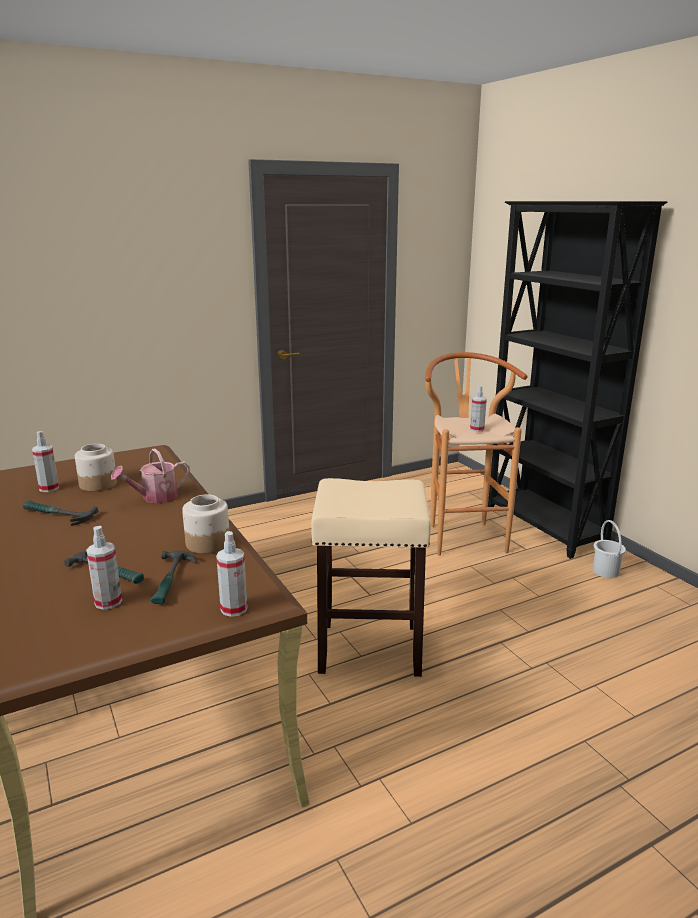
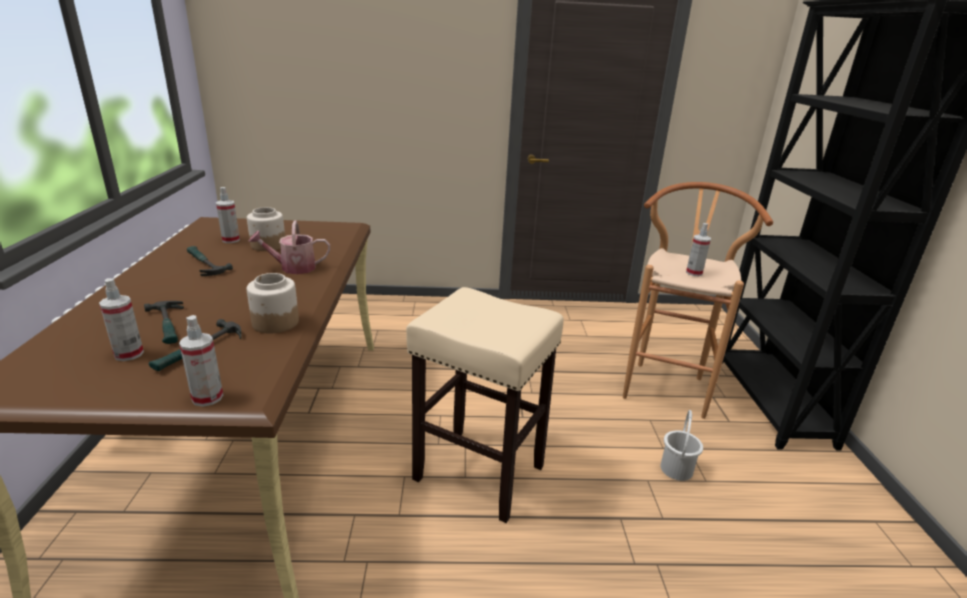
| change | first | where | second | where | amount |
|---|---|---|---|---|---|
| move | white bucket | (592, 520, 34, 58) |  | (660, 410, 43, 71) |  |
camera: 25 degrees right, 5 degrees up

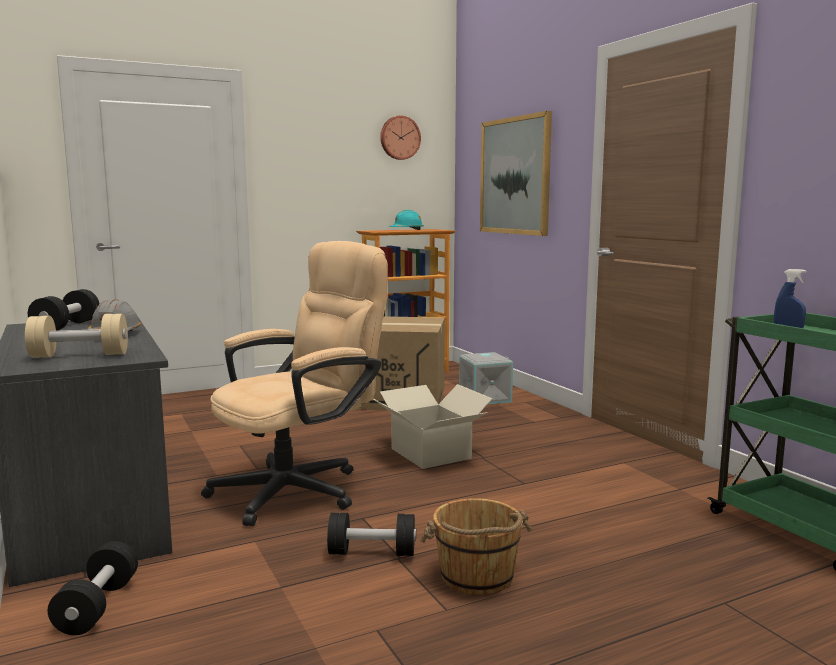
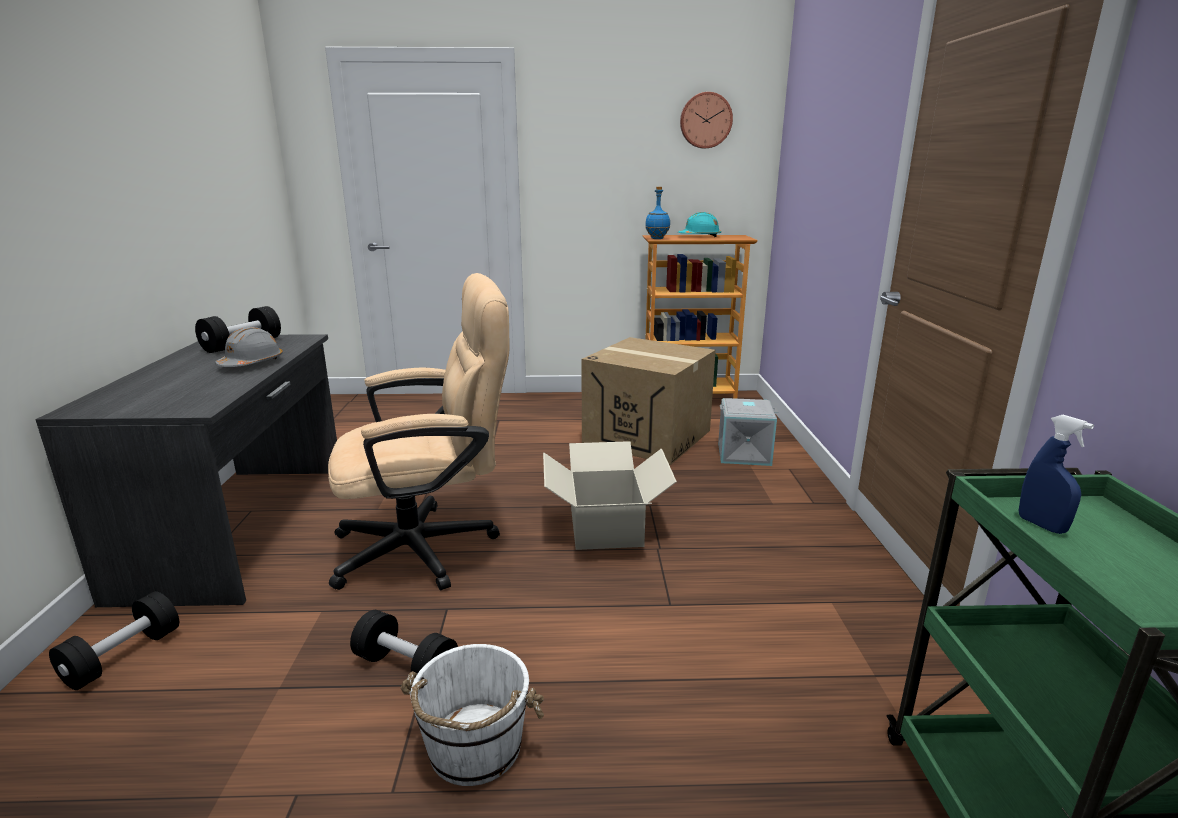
| change | first | where | second | where | amount |
|---|---|---|---|---|---|
| delete | picture | (480, 111, 72, 125) |  |  |  |
| delete | beige dumbbell | (25, 314, 103, 44) |  |  |  |
| recolor | brown bucket | (420, 498, 112, 97) | white bucket | (400, 644, 144, 142) |  |
| insert |  |  | blue bottle | (645, 187, 25, 52) |  |
camera: 25 degrees right, 10 degrees up

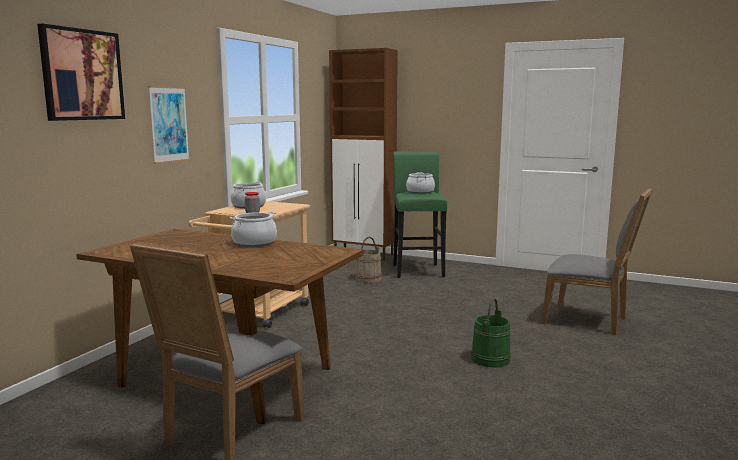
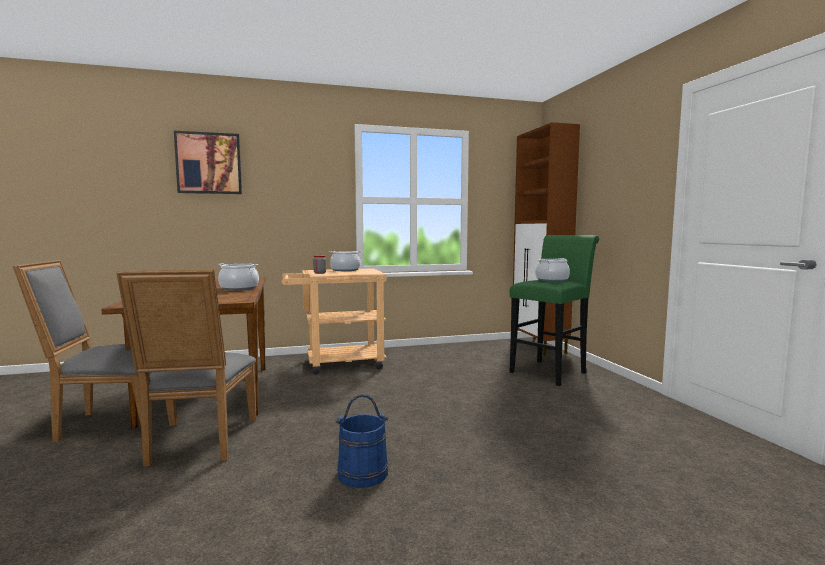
| change | first | where | second | where | amount |
|---|---|---|---|---|---|
| delete | picture | (148, 86, 42, 78) |  |  |  |
| move | grey chair | (541, 188, 111, 147) |  | (116, 270, 140, 197) |  |
| delete | beige bucket | (355, 237, 27, 46) |  |  |  |
| recolor | green bucket | (471, 298, 40, 70) | blue bucket | (335, 394, 54, 94) |  |
camera: 50 degrees right, 5 degrees down

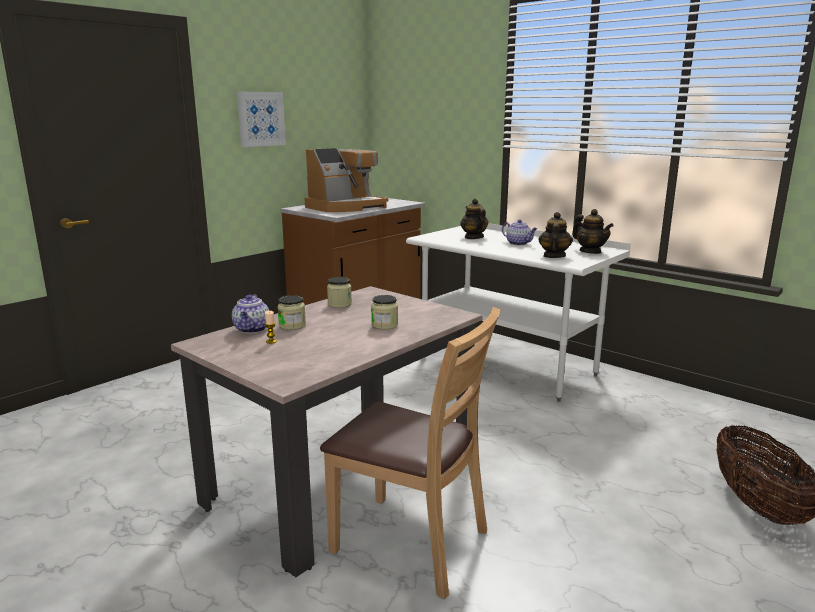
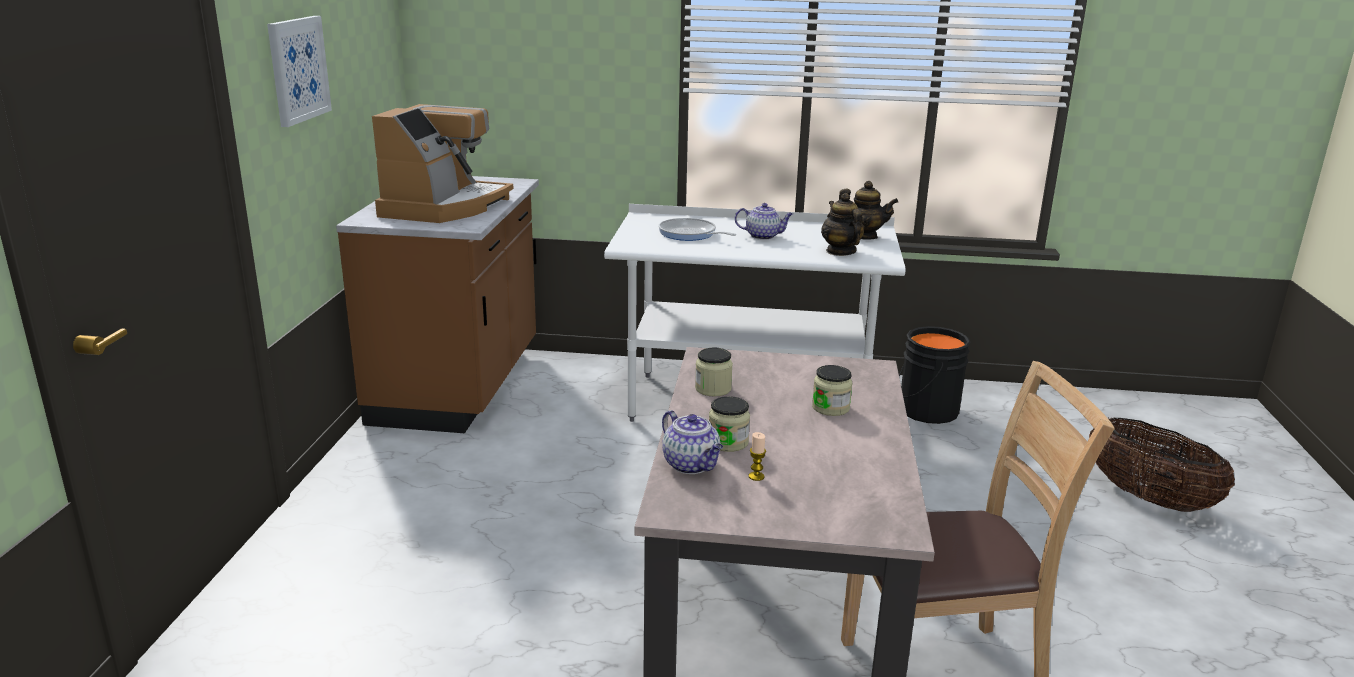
| change | first | where | second | where | amount |
|---|---|---|---|---|---|
| replace | teapot | (460, 199, 28, 40) | frying pan | (658, 218, 78, 23) |  |
| insert |  |  | black bucket | (899, 326, 71, 98) |  |
camera: 35 degrees left, 5 degrees up

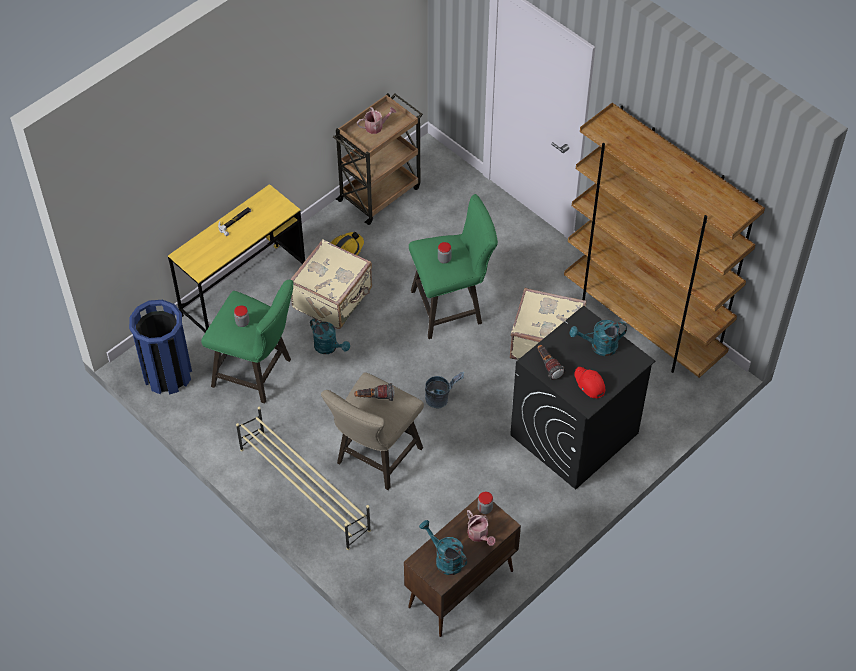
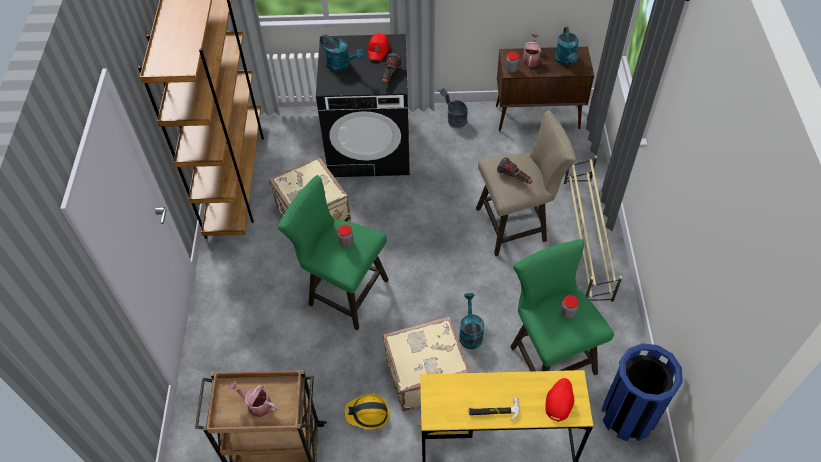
| change | first | where | second | where | amount |
|---|---|---|---|---|---|
| move | grey bucket | (425, 372, 40, 36) |  | (438, 87, 30, 41) |  |
| insert |  |  | red cap | (545, 378, 29, 44) |  |
camera: 135 degrees left, 0 degrees up

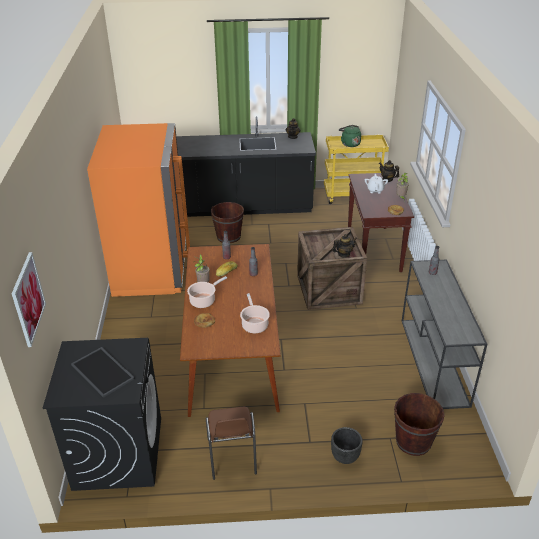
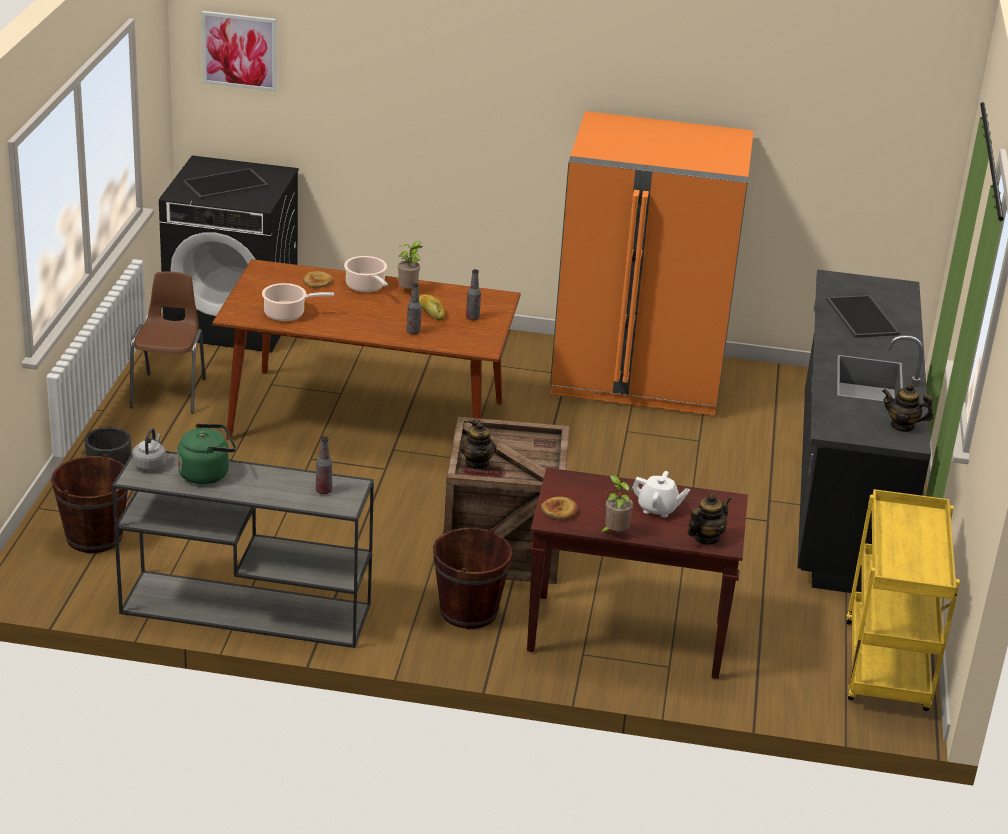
| change | first | where | second | where | amount |
|---|---|---|---|---|---|
| move | green kettle | (339, 125, 22, 22) |  | (177, 424, 59, 60) |  |
| move | brown bucket | (211, 202, 33, 41) |  | (433, 528, 80, 101) |  |
| rotate | brown chair | (206, 407, 51, 73) |  | (130, 271, 76, 143) | 90 degrees clockwise |
| insert |  |  | tray | (826, 295, 74, 43) |  |
| insert |  |  | grey kettle | (132, 428, 34, 43) |  |
camera: 100 degrees right, 5 degrees down

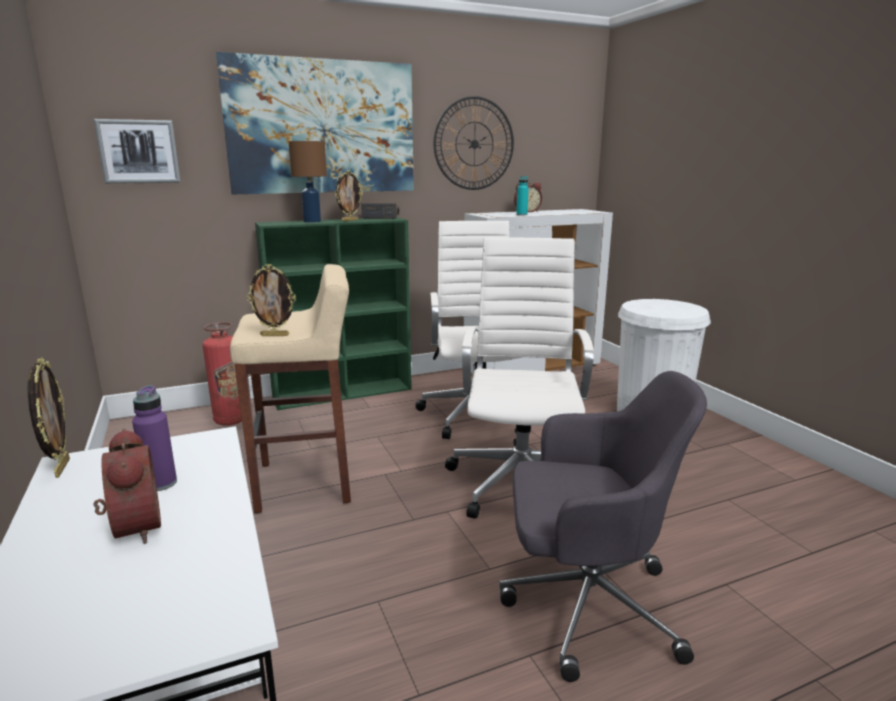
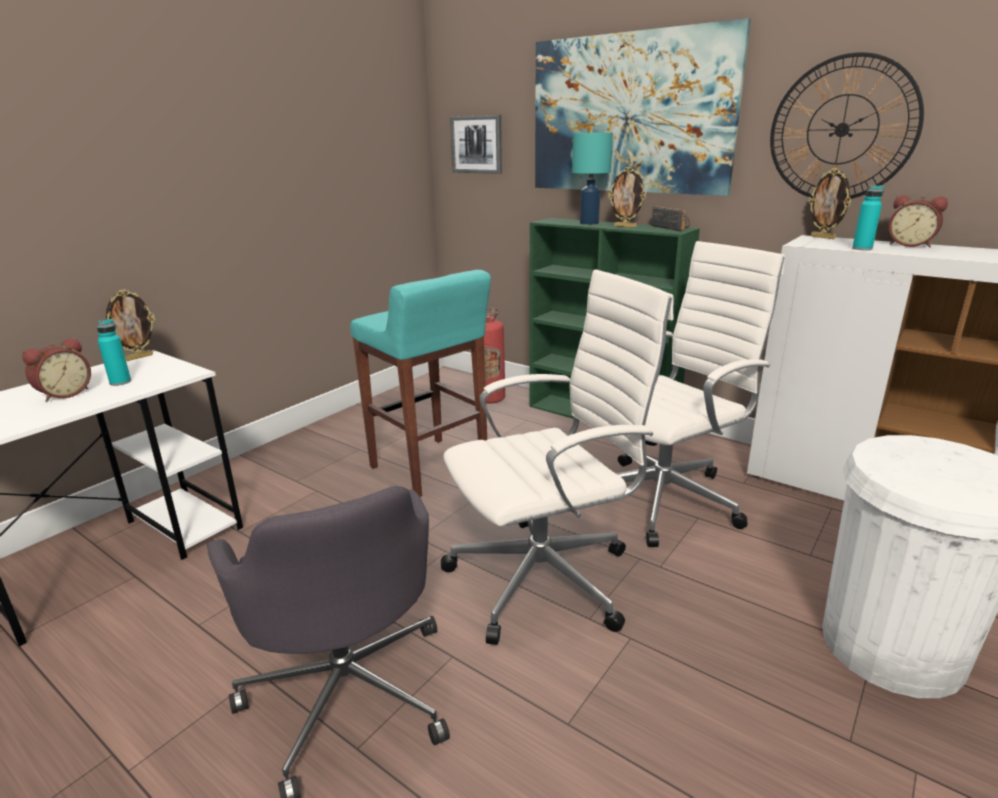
| change | first | where | second | where | amount |
|---|---|---|---|---|---|
| recolor | brown table lamp | (288, 141, 39, 82) | turquoise table lamp | (572, 133, 41, 92) |  |
| recolor | beige stool | (230, 264, 121, 250) | turquoise stool | (350, 270, 141, 227) |  |
| move | picture frame | (247, 264, 49, 72) |  | (809, 168, 42, 71) |  |
| recolor | purple bottle | (132, 385, 45, 106) | turquoise bottle | (97, 319, 34, 67) |  |
camera: 60 degrees right, 5 degrees up

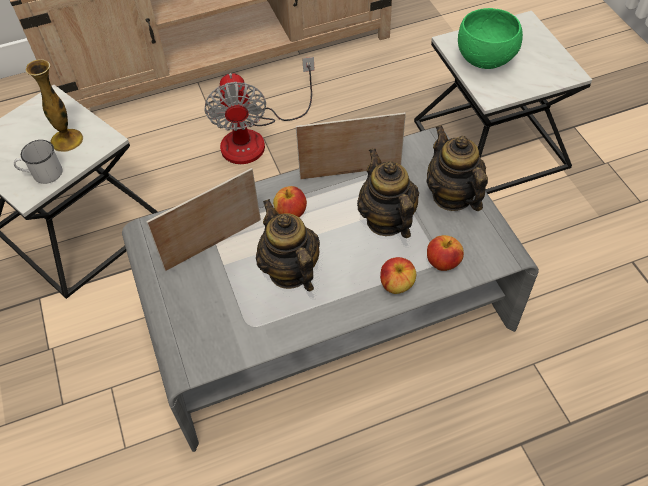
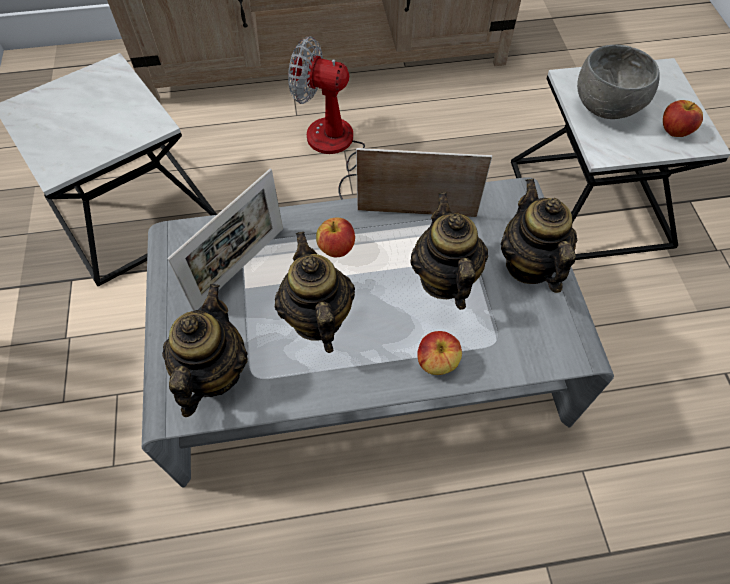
| change | first | where | second | where | amount |
|---|---|---|---|---|---|
| recolor | green bowl | (458, 8, 65, 61) | grey bowl | (577, 45, 83, 74) |  |
| rotate | fan | (204, 57, 111, 107) |  | (288, 36, 77, 164) | 105 degrees clockwise |
| delete | vase | (26, 59, 57, 93) |  |  |  |
| delete | white mug | (14, 140, 49, 44) |  |  |  |
| rotate | picture frame | (146, 168, 115, 103) |  | (167, 169, 116, 142) | 150 degrees clockwise |
| move | apple | (427, 235, 37, 36) |  | (663, 100, 40, 37) |  |
| insert |  |  | teapot | (162, 284, 86, 133) |  |
camera: 10 degrees right, 5 degrees up

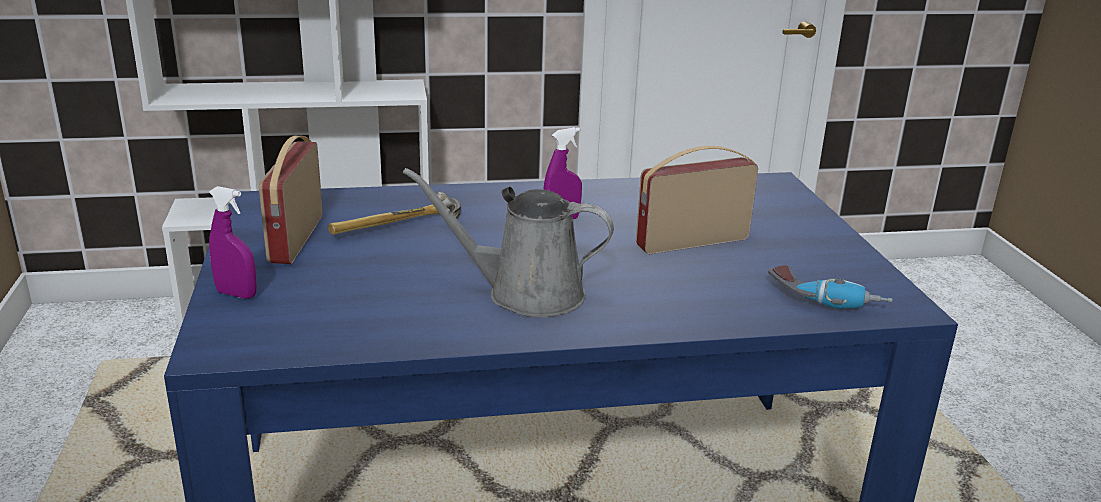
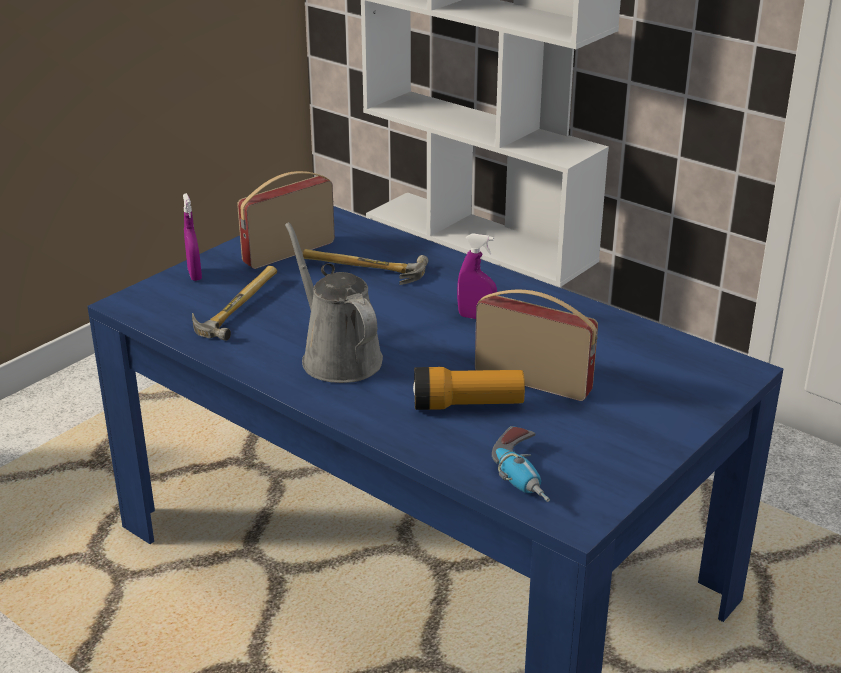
| change | first | where | second | where | amount |
|---|---|---|---|---|---|
| insert |  |  | hammer | (192, 266, 85, 75) |  |
| insert |  |  | flashlight | (413, 367, 112, 43) |  |
camera: 50 degrees right, 5 degrees up

